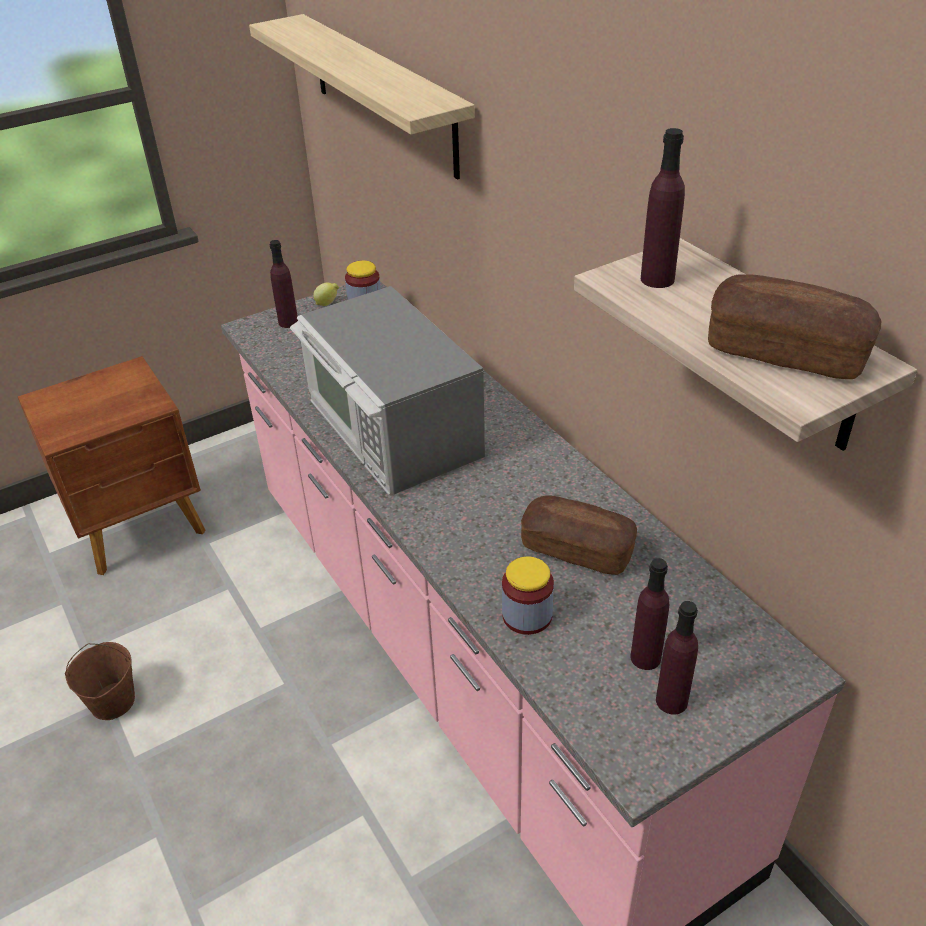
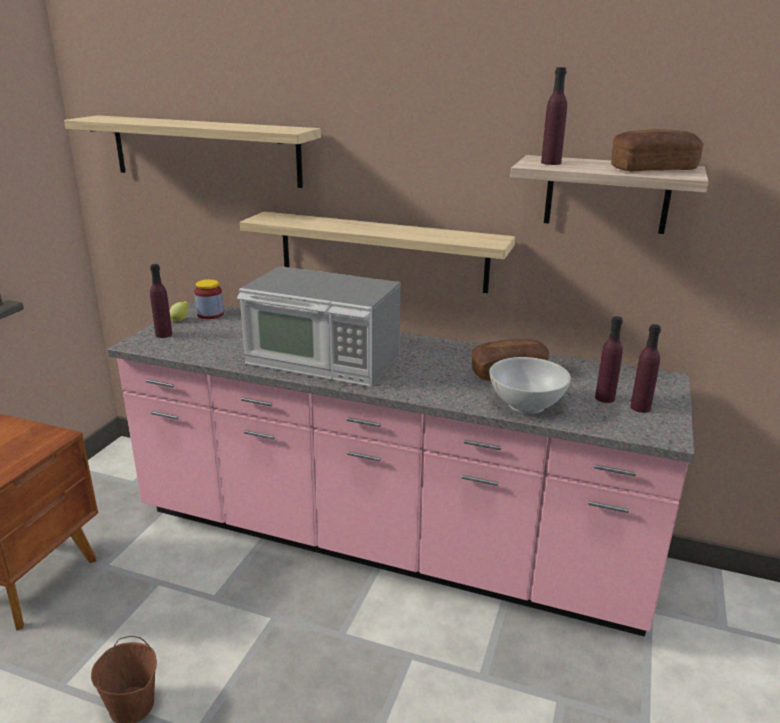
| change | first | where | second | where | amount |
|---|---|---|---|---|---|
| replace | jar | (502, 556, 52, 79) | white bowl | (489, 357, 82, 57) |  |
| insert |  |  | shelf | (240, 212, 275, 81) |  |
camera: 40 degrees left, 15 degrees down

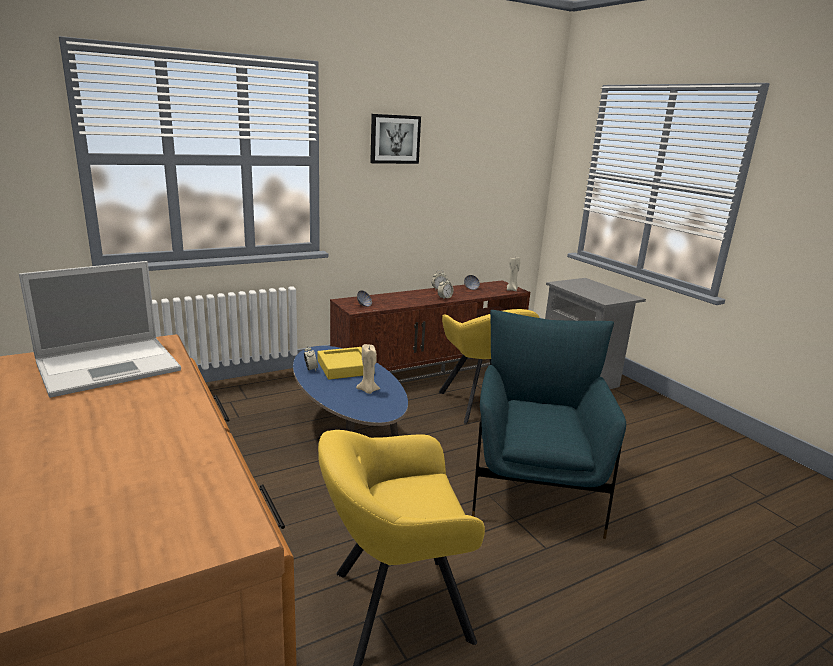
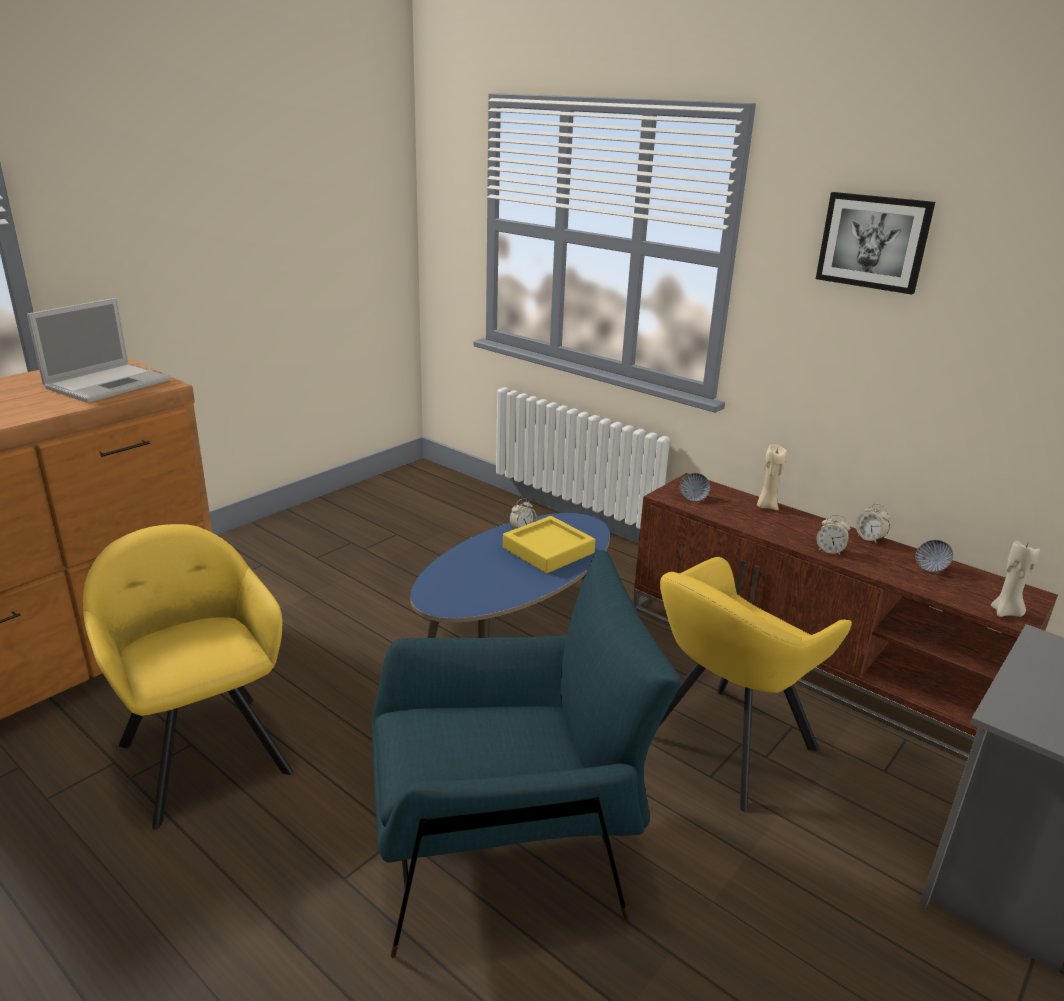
| change | first | where | second | where | amount |
|---|---|---|---|---|---|
| rotate | laptop | (19, 261, 162, 137) |  | (27, 298, 144, 105) | 90 degrees counterclockwise |
| move | beige candle | (356, 344, 24, 50) |  | (757, 444, 30, 66) |  |
camera: 70 degrees right, 5 degrees up

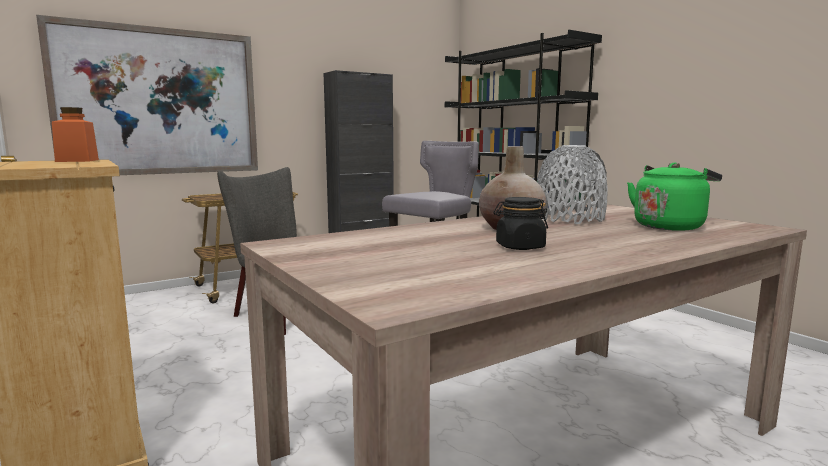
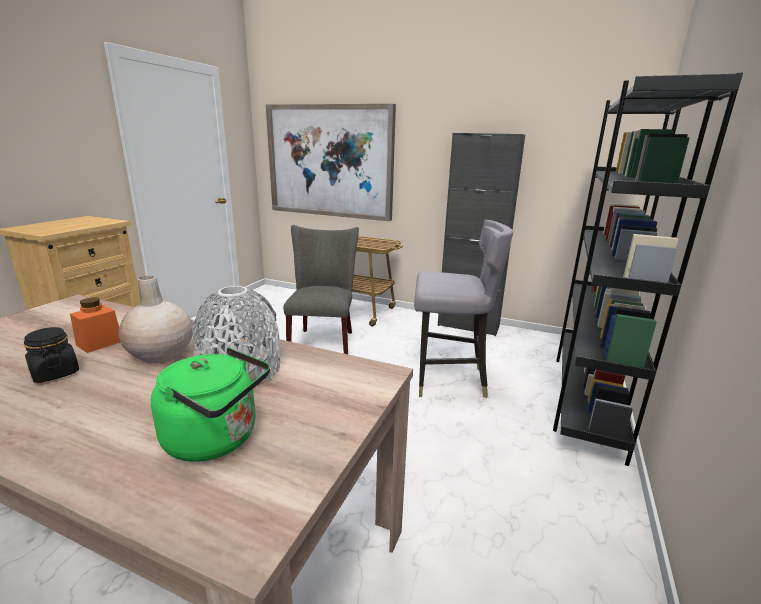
| change | first | where | second | where | amount |
|---|---|---|---|---|---|
| move | orange jar | (52, 107, 47, 55) |  | (70, 297, 50, 56) |  |
camera: 55 degrees right, 10 degrees up

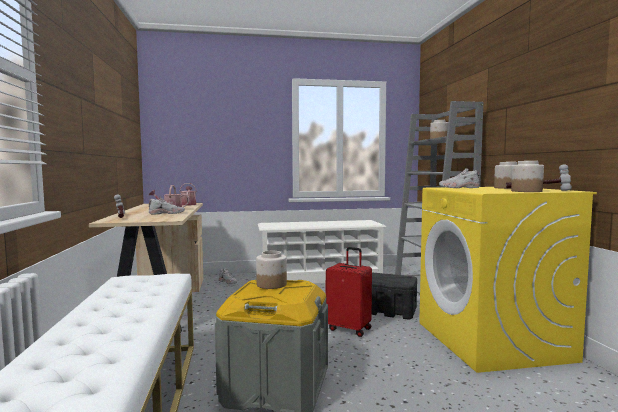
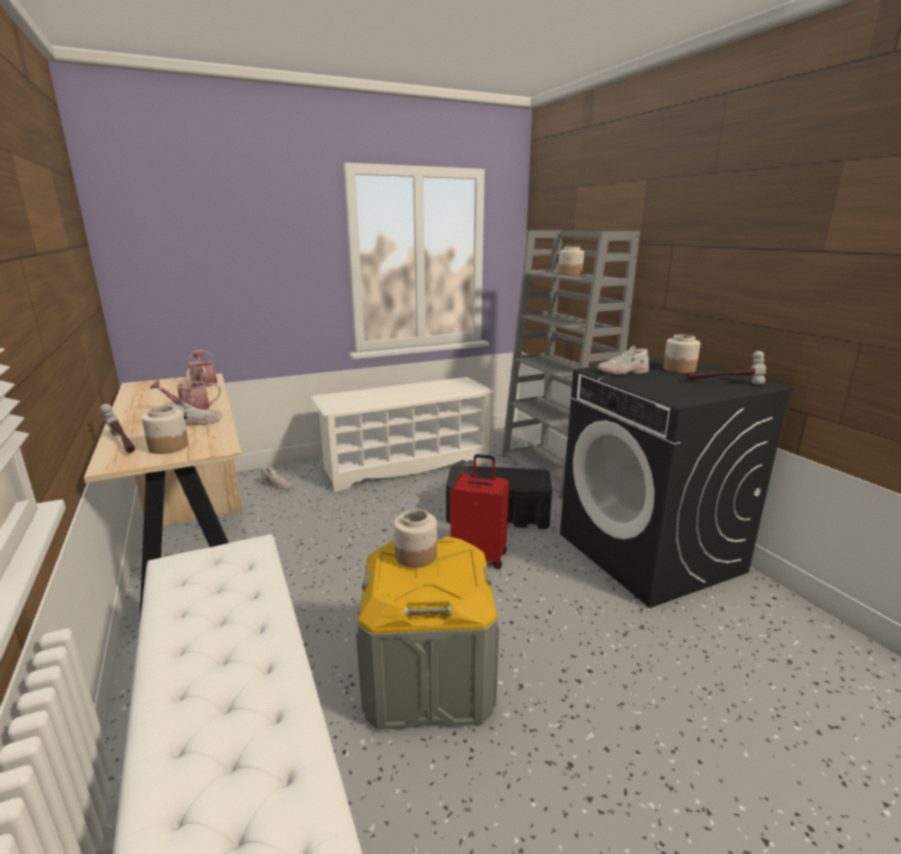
| change | first | where | second | where | amount |
|---|---|---|---|---|---|
| move | jar | (511, 161, 33, 31) |  | (142, 406, 47, 48) |  |
| recolor | yellow washing machine | (419, 187, 178, 186) | black washing machine | (560, 358, 234, 250) |  |
camera: 15 degrees left, 15 degrees up

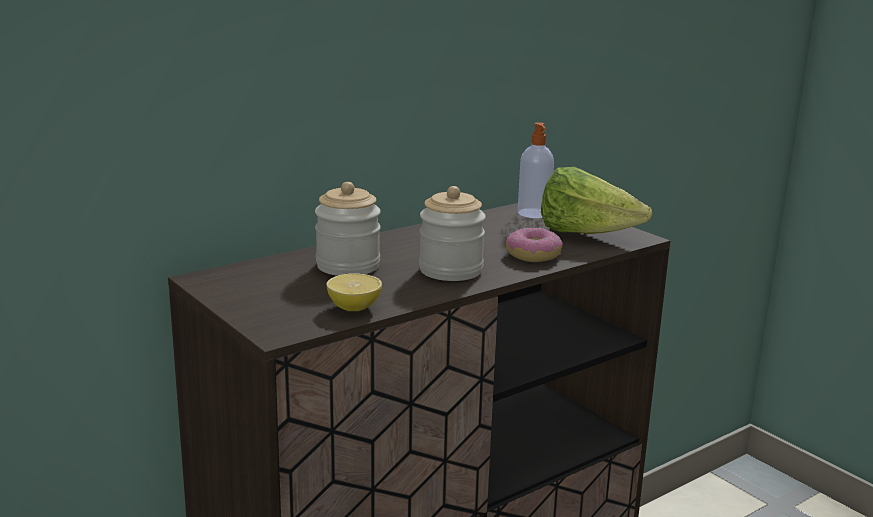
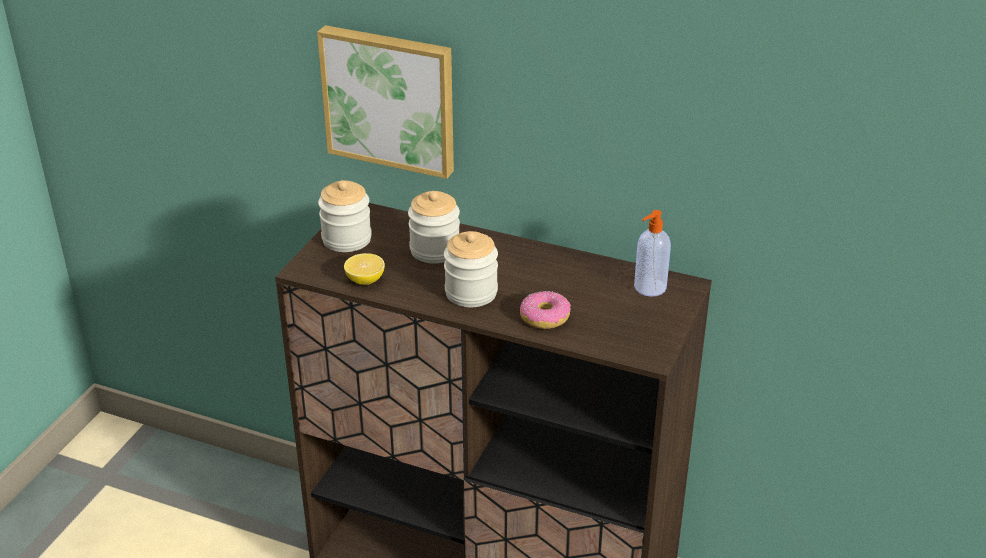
| change | first | where | second | where | amount |
|---|---|---|---|---|---|
| delete | lettuce | (541, 167, 111, 67) |  |  |  |
| insert |  |  | picture | (317, 25, 137, 154) |  |
| insert |  |  | jar | (318, 180, 54, 72) |  |
camera: 60 degrees right, 15 degrees up

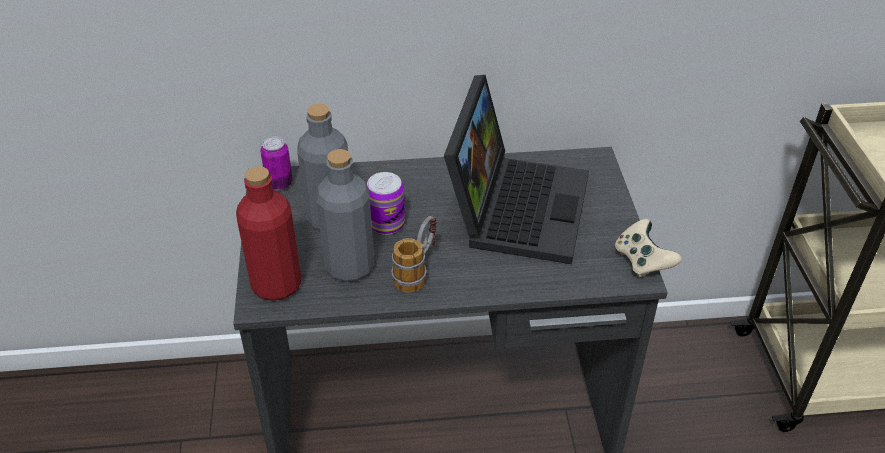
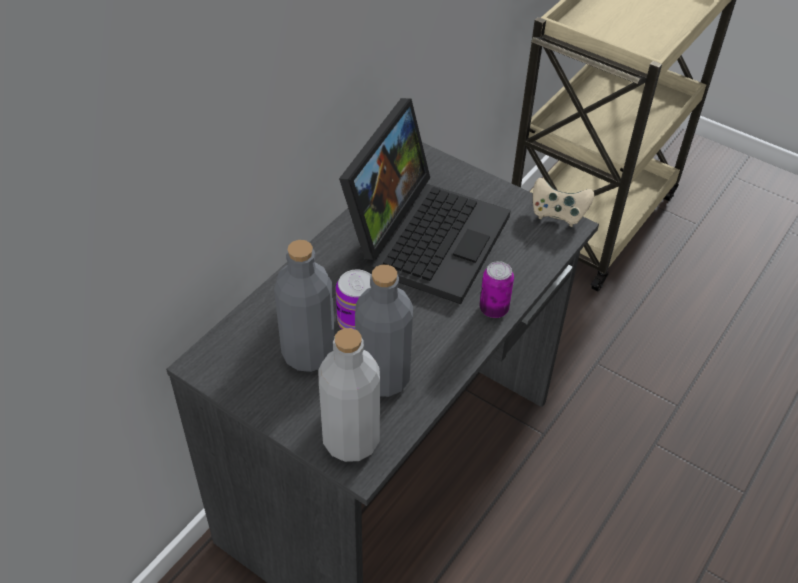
| change | first | where | second | where | amount |
|---|---|---|---|---|---|
| rotate | laptop | (444, 75, 145, 189) |  | (339, 98, 172, 206) | 60 degrees clockwise |
| move | can | (260, 137, 33, 53) |  | (479, 261, 35, 57) |  |
| recolor | red bottle | (236, 166, 66, 135) | grey bottle | (319, 328, 61, 134) |  |
| delete | mug | (391, 216, 46, 76) |  |  |  |
camera: 50 degrees left, 5 degrees up

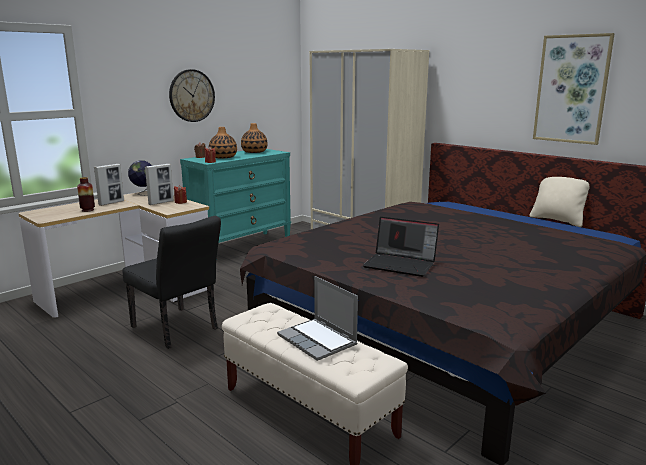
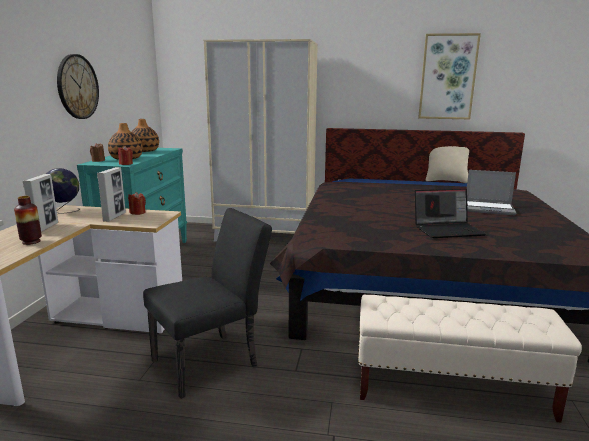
| change | first | where | second | where | amount |
|---|---|---|---|---|---|
| rotate | black chair | (123, 216, 98, 133) |  | (143, 208, 129, 191) | 45 degrees counterclockwise |
| move | laptop | (277, 276, 81, 85) |  | (467, 170, 50, 45) |  |
camera: 35 degrees left, 0 degrees up

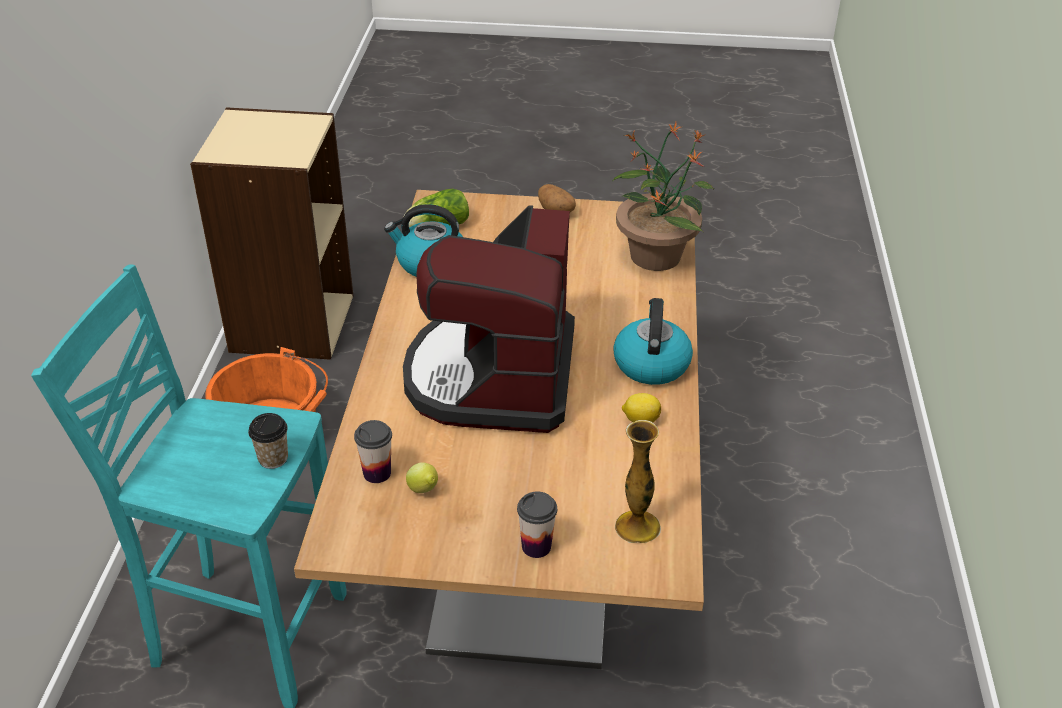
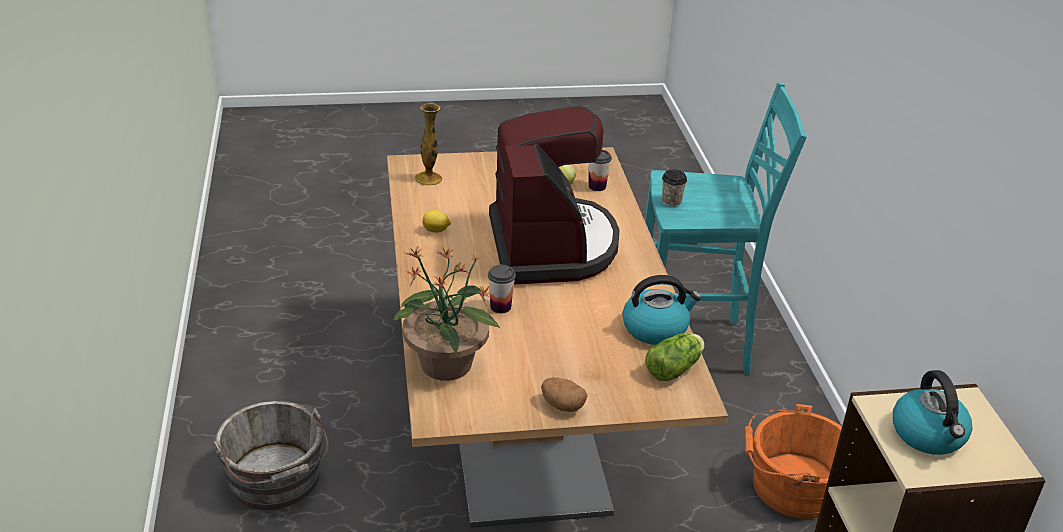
| change | first | where | second | where | amount |
|---|---|---|---|---|---|
| move | kettle | (613, 298, 80, 87) |  | (893, 370, 79, 85) |  |
| move | cup | (517, 492, 40, 66) |  | (488, 265, 28, 48) |  |
| insert |  |  | grey bucket | (214, 401, 115, 109) |  |
camera: 165 degrees right, 5 degrees down

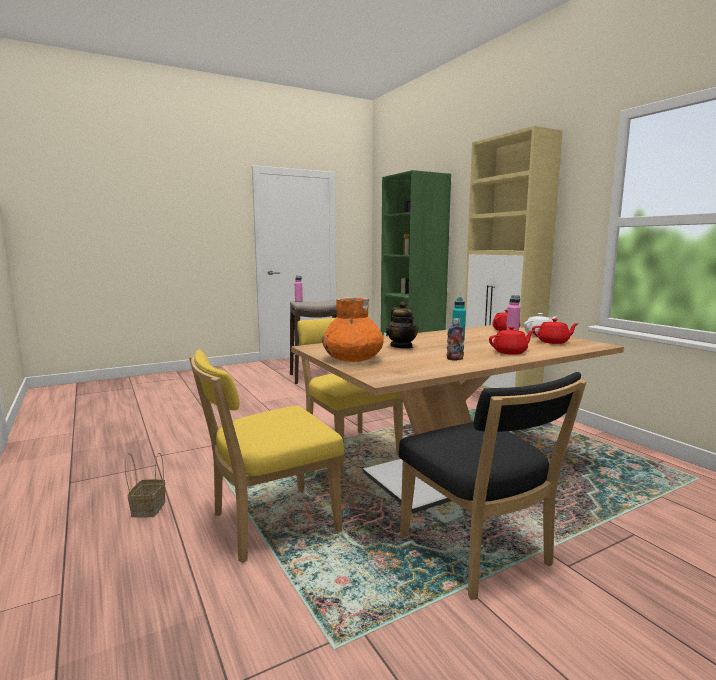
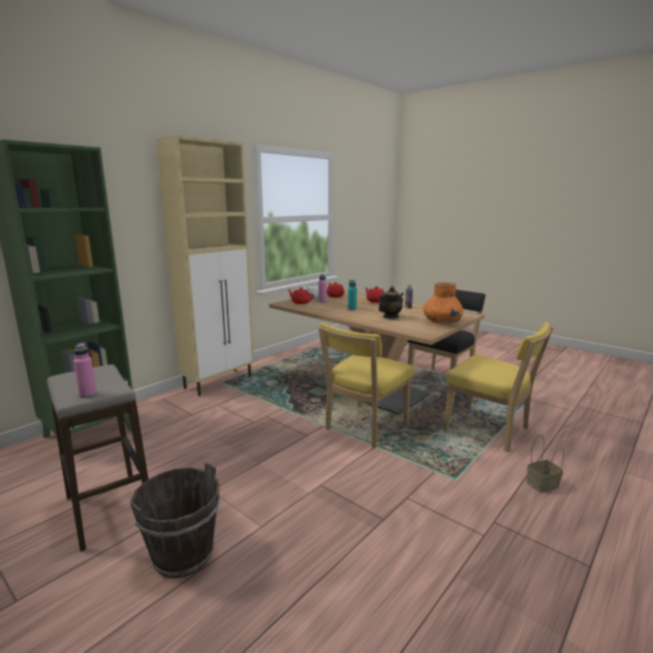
| change | first | where | second | where | amount |
|---|---|---|---|---|---|
| insert |  |  | brown bucket | (130, 462, 90, 116) |  |
camera: 110 degrees left, 5 degrees up

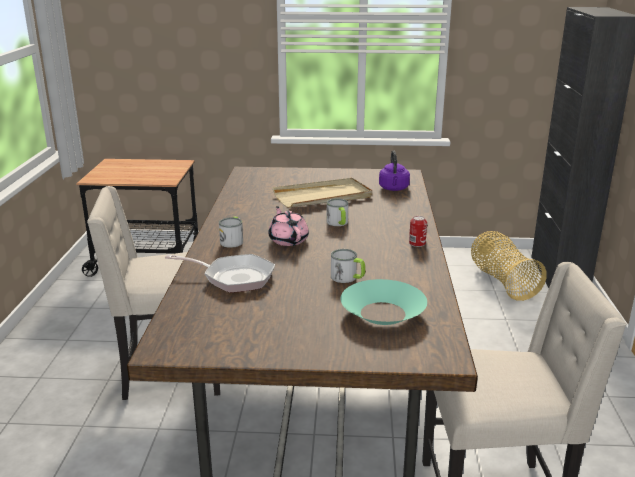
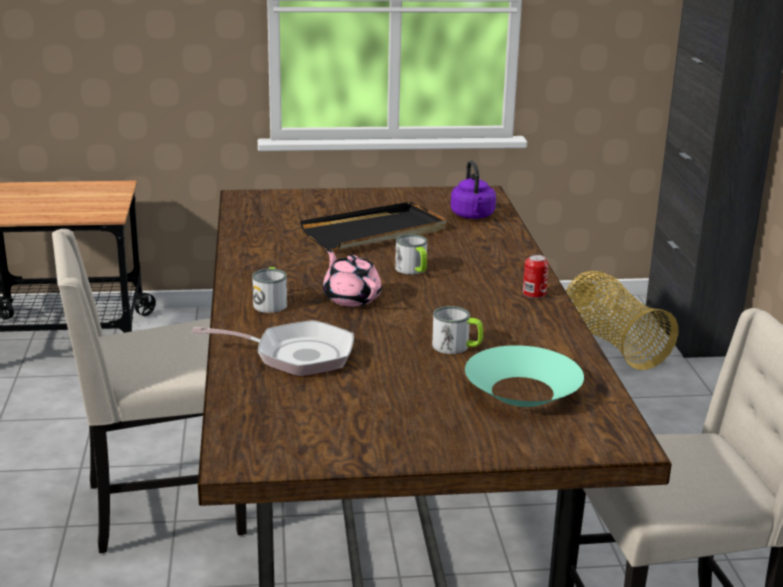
| change | first | where | second | where | amount |
|---|---|---|---|---|---|
| recolor | beige tray | (272, 178, 100, 30) | black tray | (300, 202, 147, 48) |  |
camera: 10 degrees left, 0 degrees up

